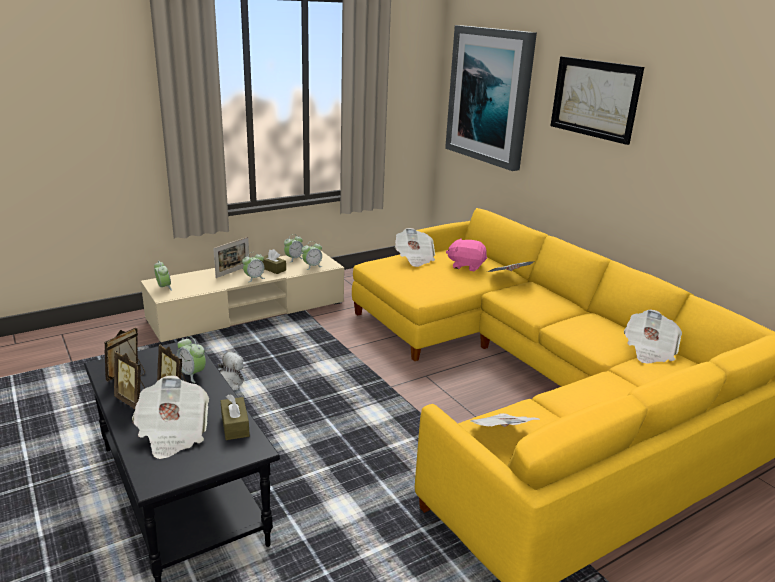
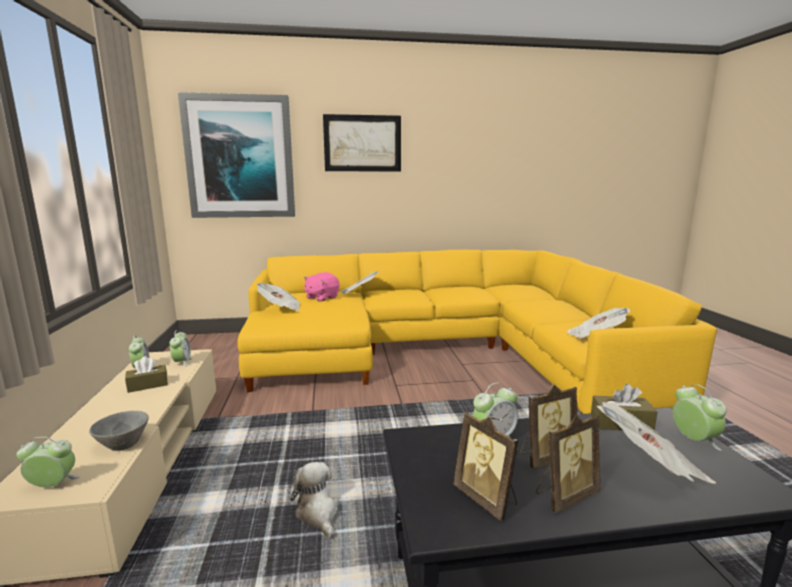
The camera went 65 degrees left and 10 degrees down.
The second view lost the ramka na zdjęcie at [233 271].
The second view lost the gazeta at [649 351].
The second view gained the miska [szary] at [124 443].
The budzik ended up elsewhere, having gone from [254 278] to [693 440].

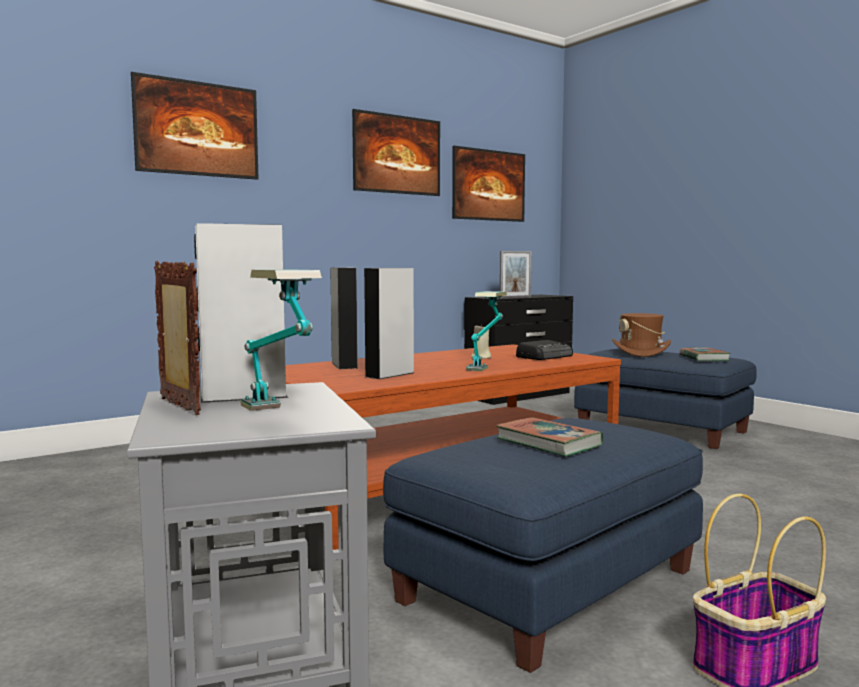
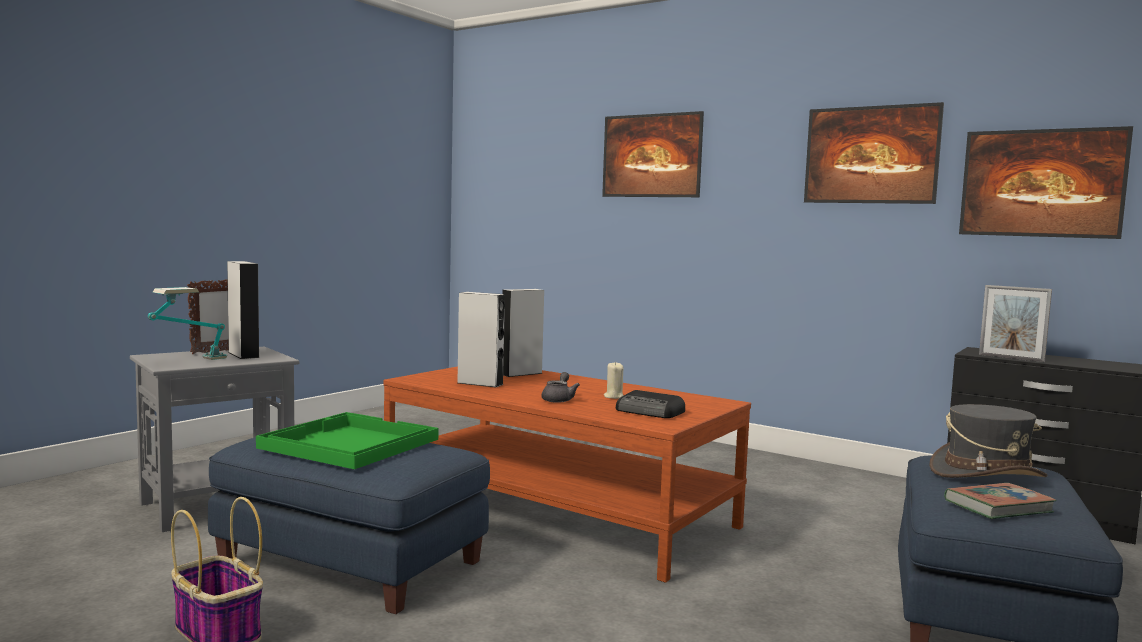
The camera went 70 degrees right and 0 degrees up.
Where the lampa stołowa stood at [486 365], the imbryk [szary] came to stand at [559 399].
Where the książka stood at [548 443], the taca [zielony] came to stand at [348 444].
What was the kapelusz [brązowy] at [640 352] turned into the kapelusz [szary] at [986 474].

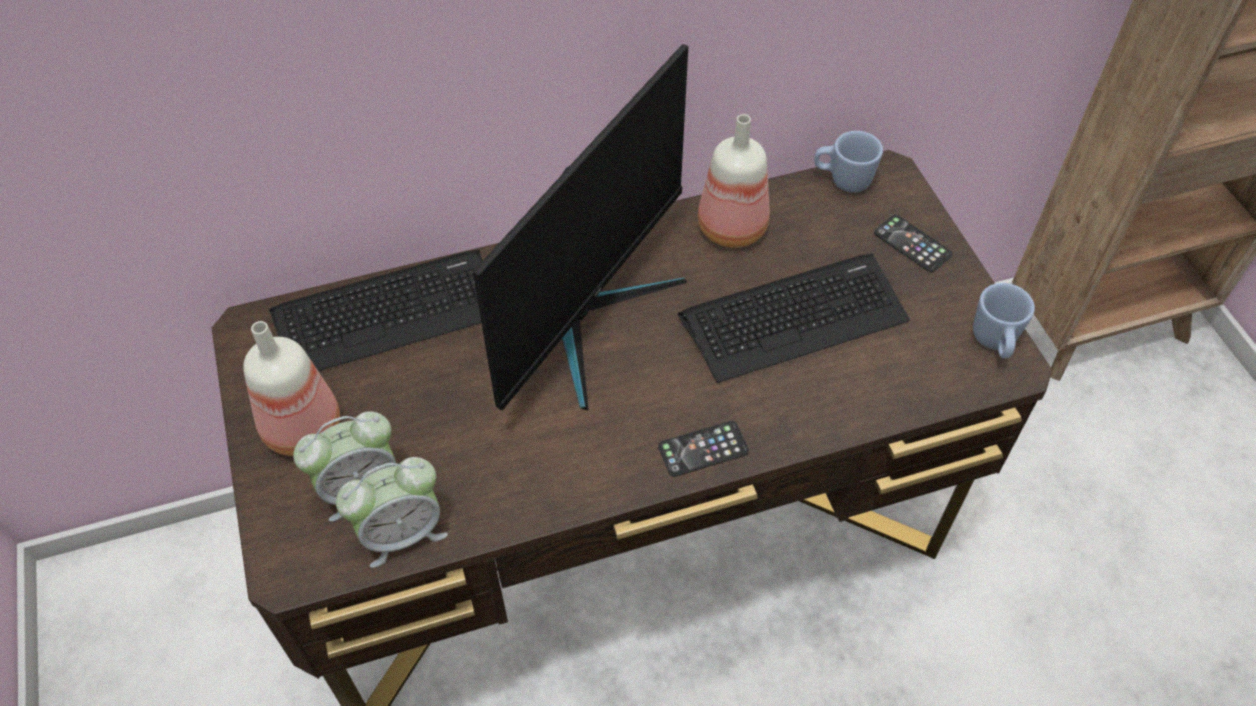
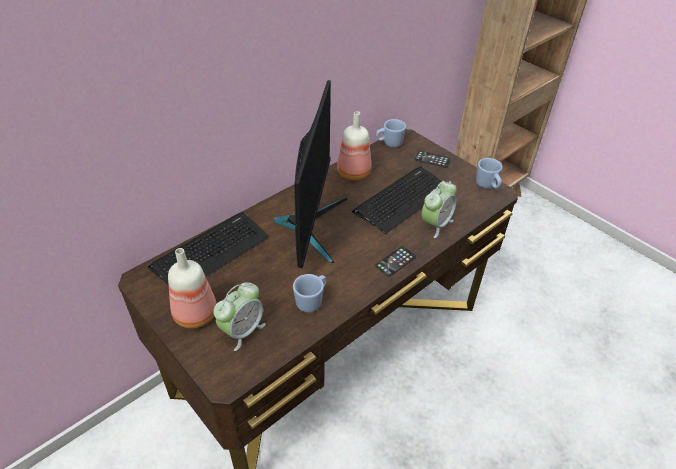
The camera went 25 degrees left and 10 degrees down.
The second view gained the kubek [niebieski] at [312 301].
The budzik ended up elsewhere, having gone from [402 533] to [436 224].

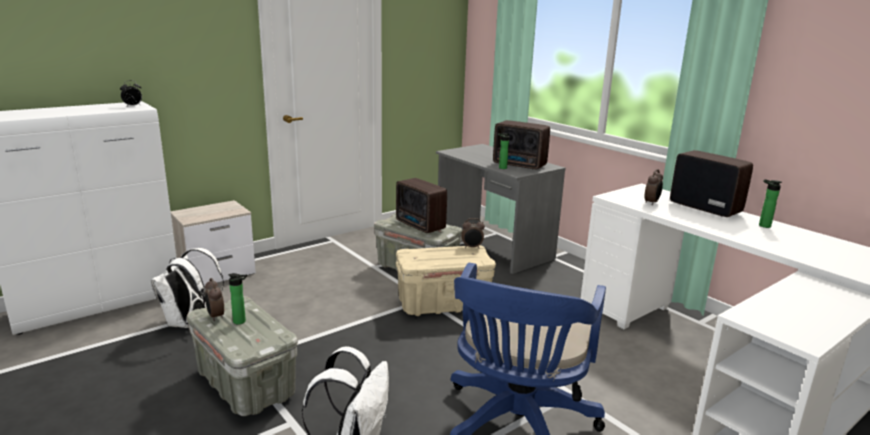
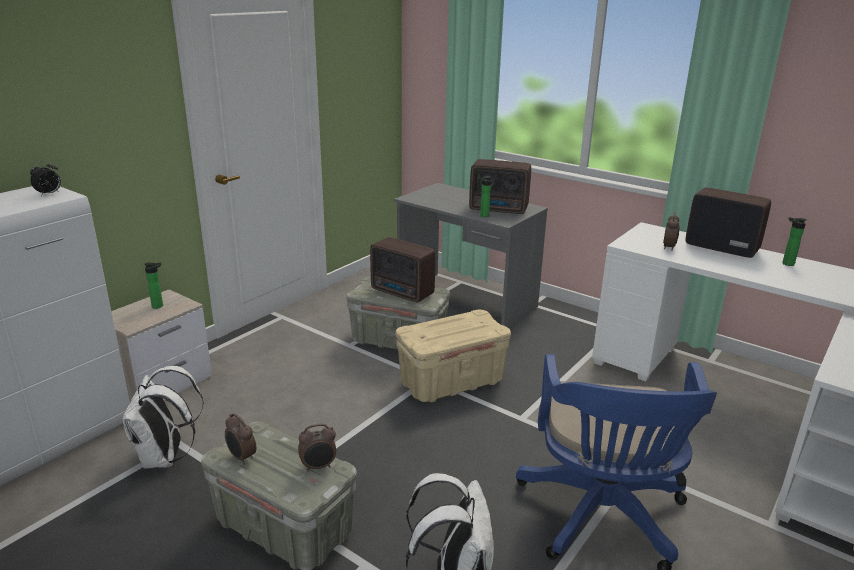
The camera went 15 degrees left and 5 degrees up.
The butelka ended up elsewhere, having gone from [241 321] to [159 306].
The budzik ended up elsewhere, having gone from [472 247] to [318 467].

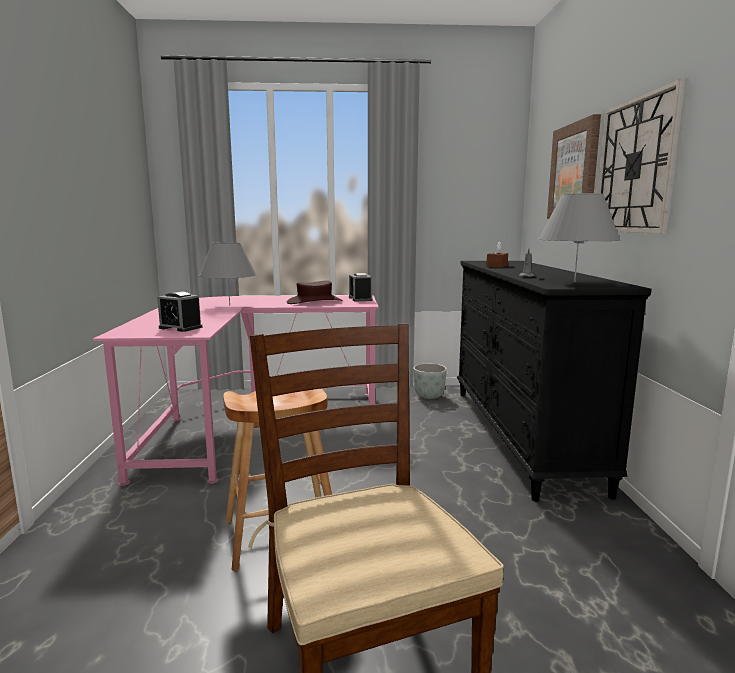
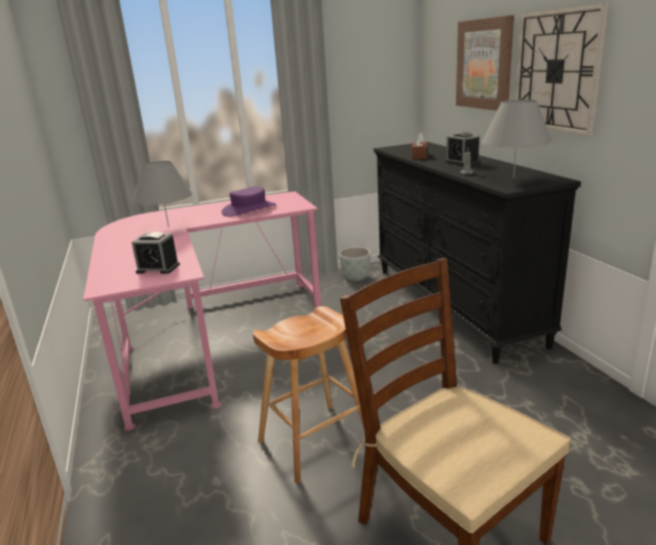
The camera went 15 degrees left and 10 degrees up.
The budzik ended up elsewhere, having gone from [360 299] to [462 162].
What was the kapelusz [brązowy] at [314 302] turned into the kapelusz [fioletowy] at [249 209].

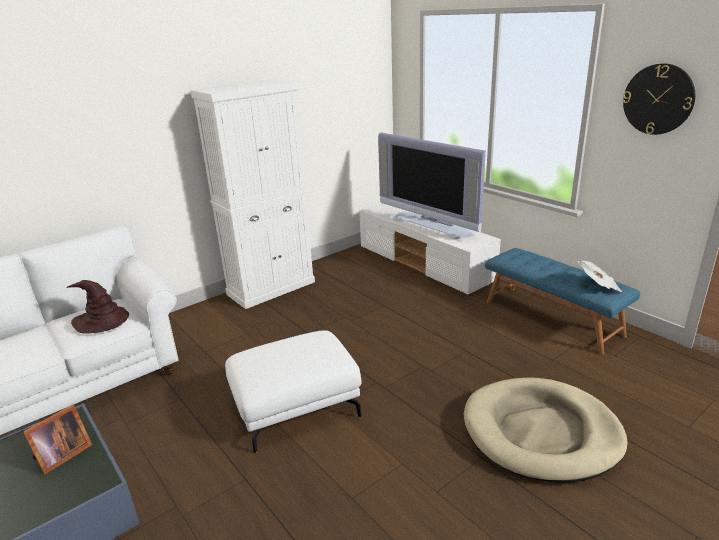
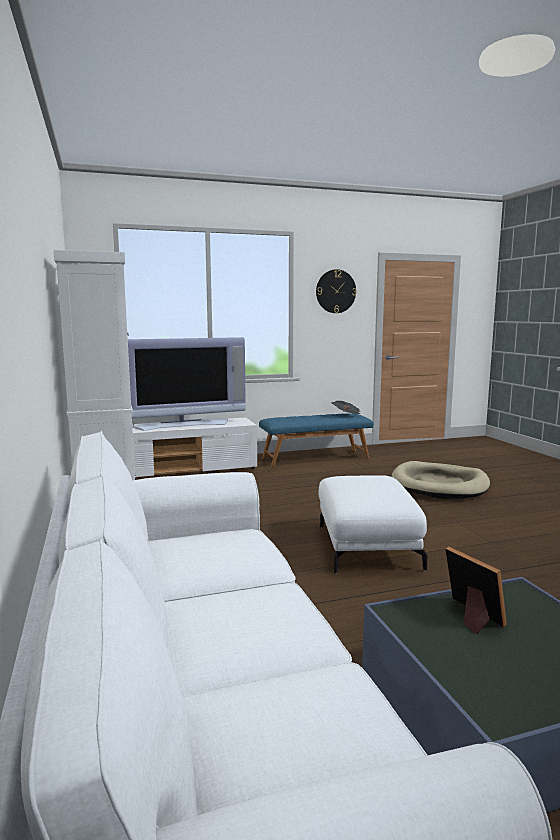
The camera went 70 degrees left and 15 degrees down.
The second view lost the kapelusz [brązowy] at [102 321].

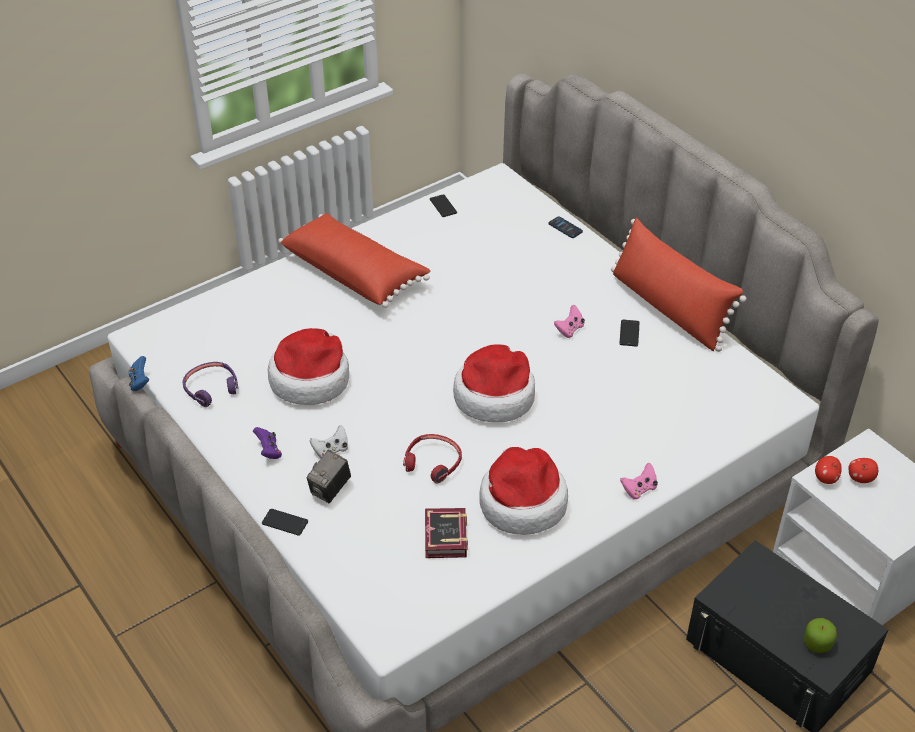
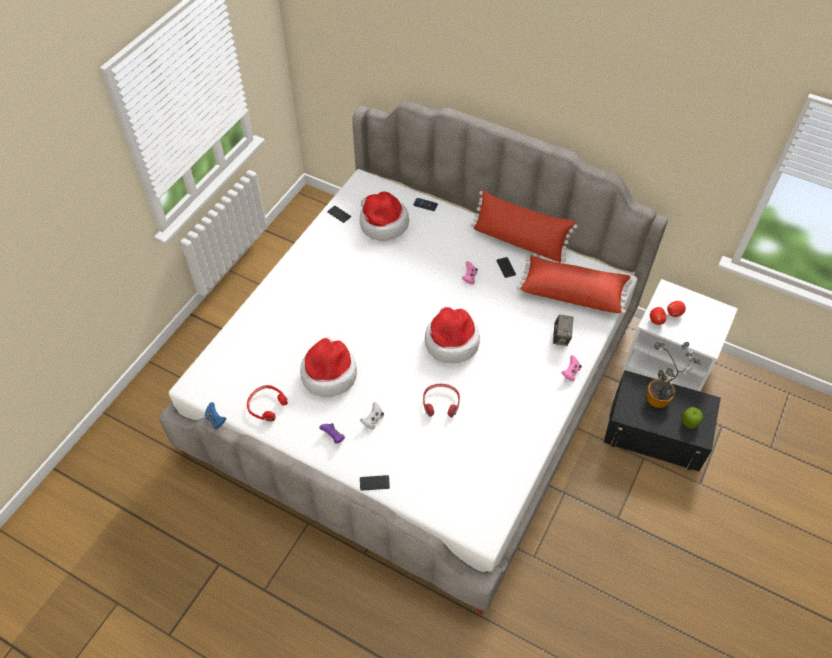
The camera went 25 degrees left and 10 degrees up.
The second view lost the książka at [444 539].
The second view gained the roślina doniczkowa at [657 401].
The poduszka [czerwony] ended up elsewhere, having gone from [355 272] to [572 292].
The aparat fotograficzny ended up elsewhere, having gone from [330 490] to [561 337].
The kapelusz ended up elsewhere, having gone from [521 502] to [383 223].
What was the słuchawki [fioletowy] at [211 388] turned into the słuchawki [czerwony] at [267 405].

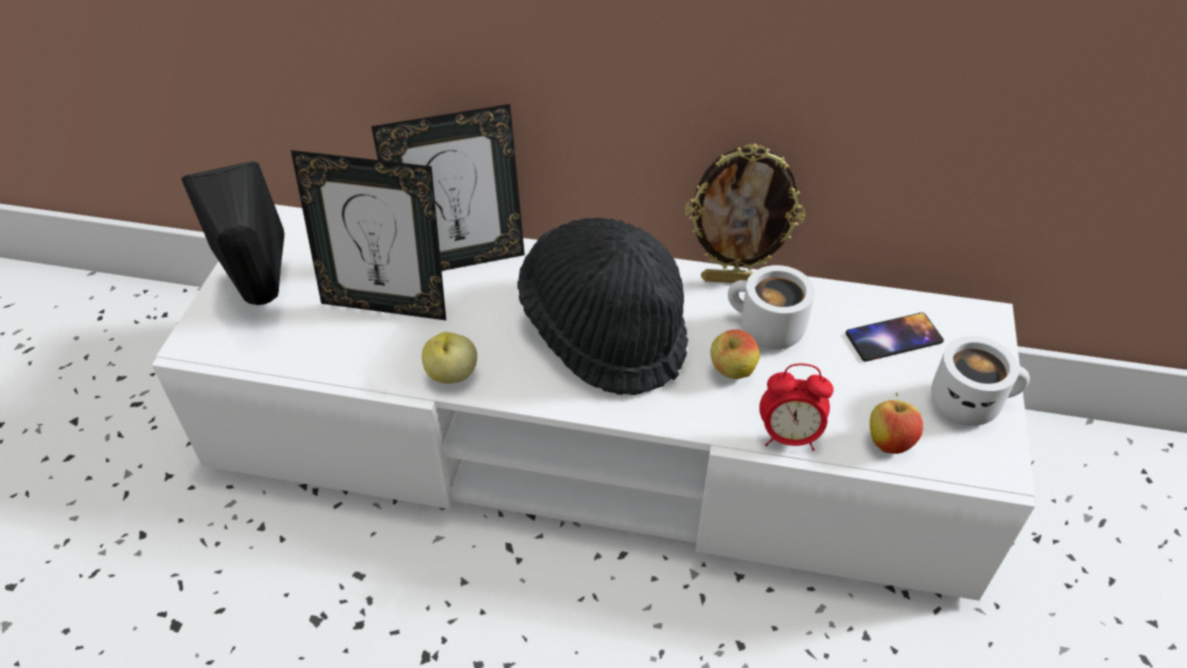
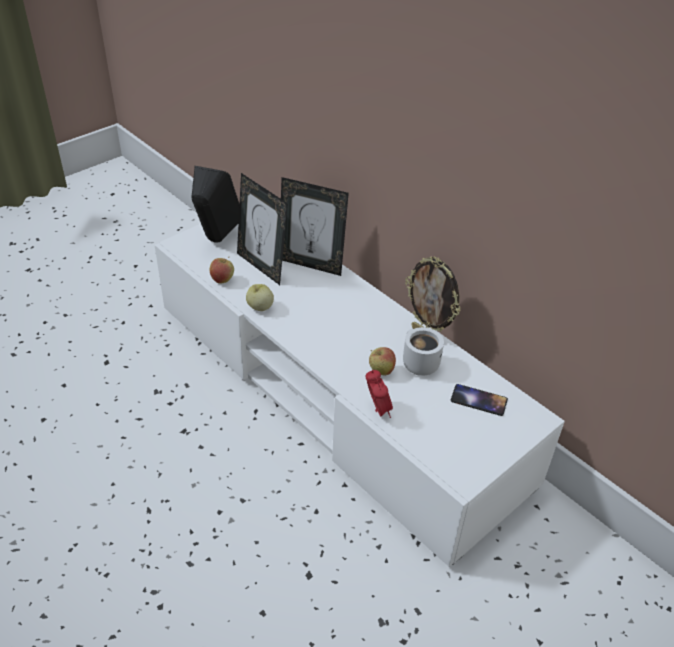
The camera went 35 degrees right and 5 degrees down.
The second view lost the kapelusz [czarny] at [605 331].
The second view lost the kubek [biały] at [969 401].
The jabłko ended up elsewhere, having gone from [889 442] to [222 280].
The budzik at [789 436] ended up facing another way, 150 degrees counterclockwise from before.

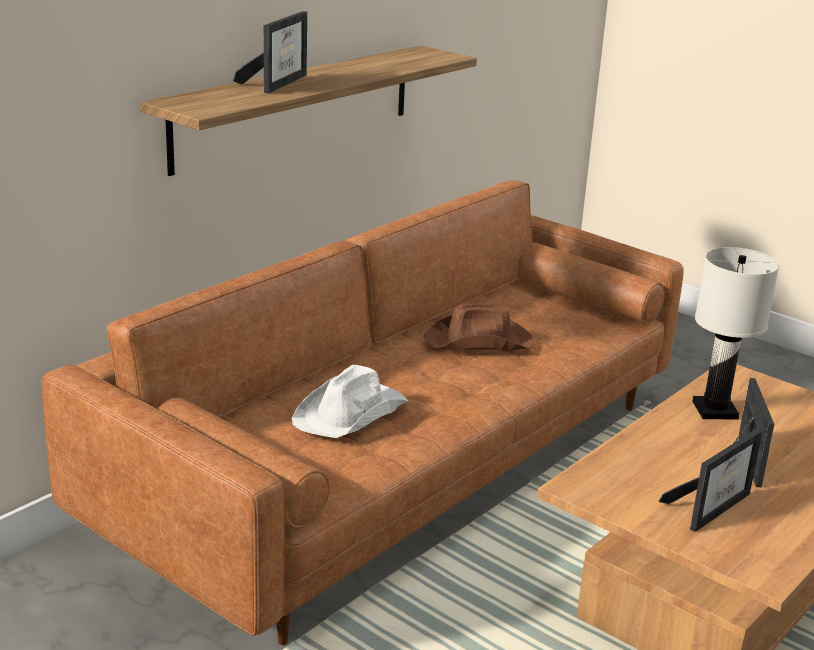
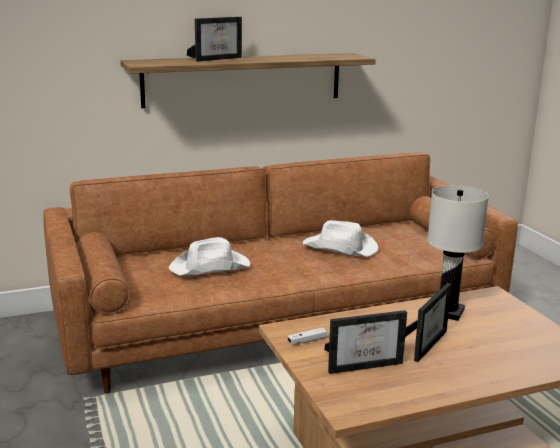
The camera went 30 degrees right and 5 degrees down.
The second view gained the pad do gier [biały] at [307 341].
What was the kapelusz [brązowy] at [479 342] turned into the kapelusz [biały] at [341 248].

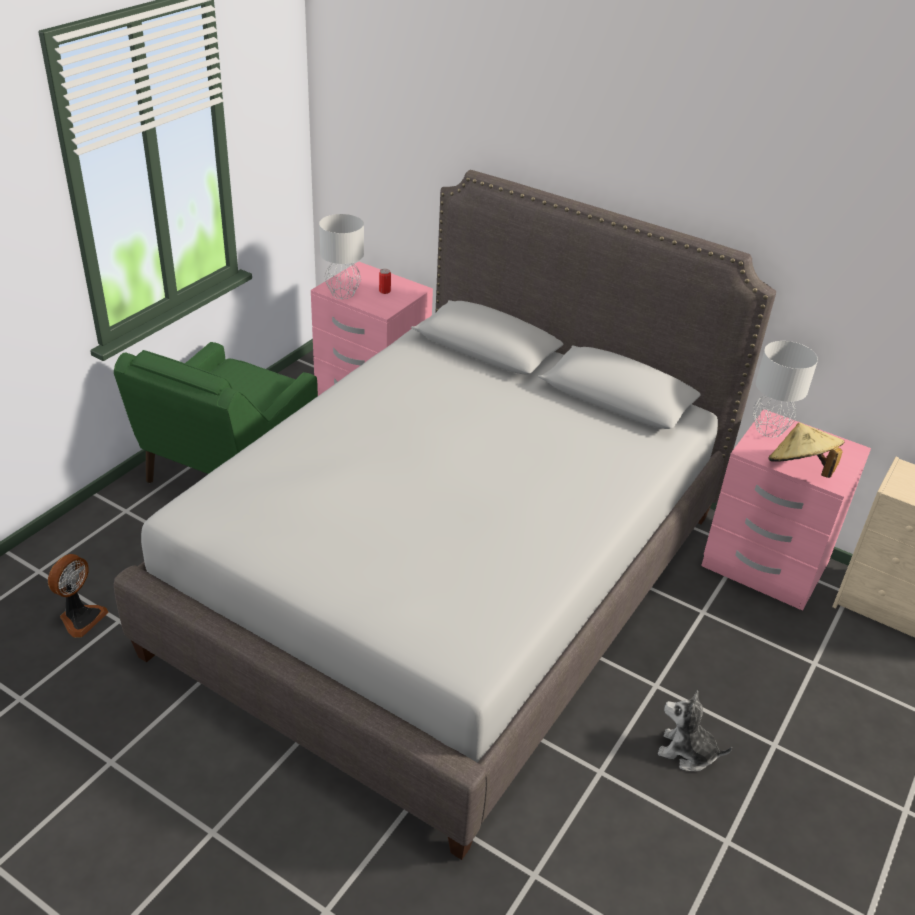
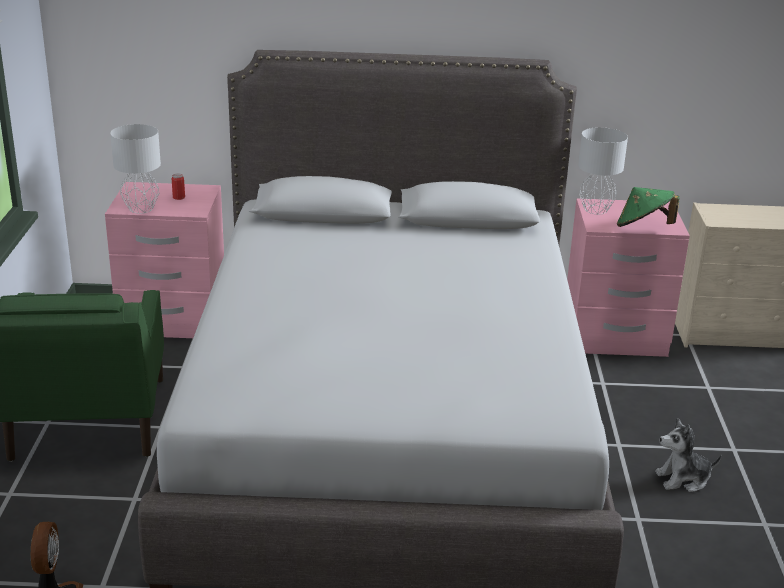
The camera went 30 degrees left and 10 degrees down.
What was the kapelusz [beżowy] at [800 468] turned into the kapelusz [zielony] at [643 227].

